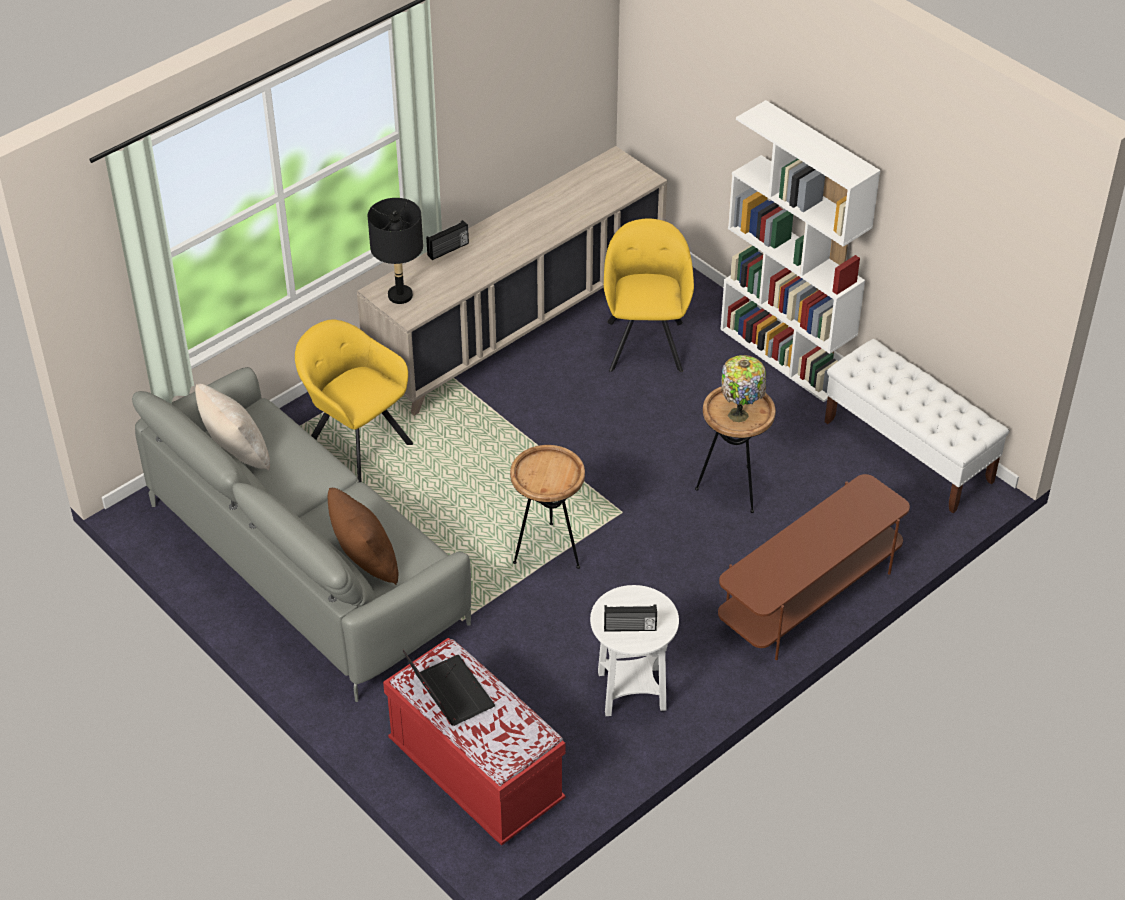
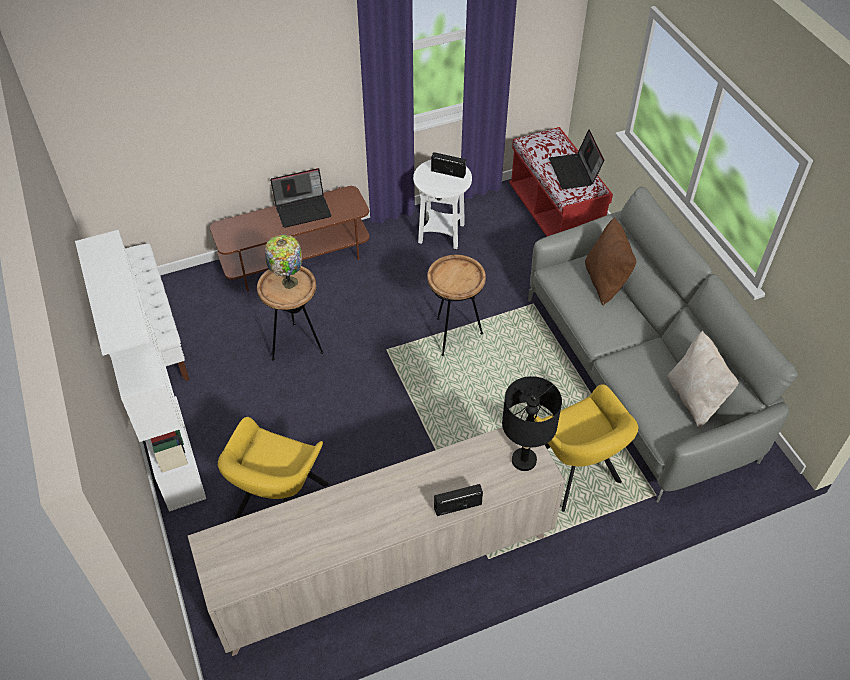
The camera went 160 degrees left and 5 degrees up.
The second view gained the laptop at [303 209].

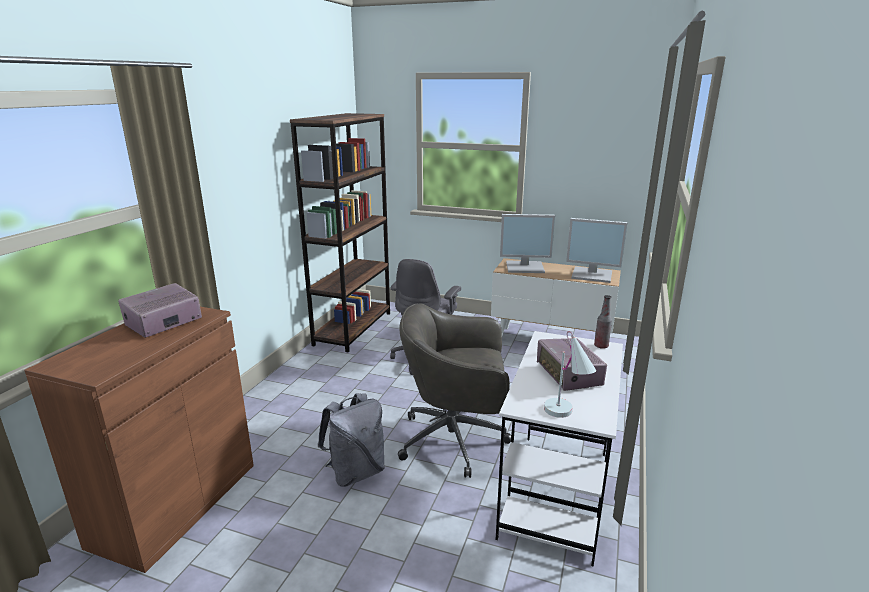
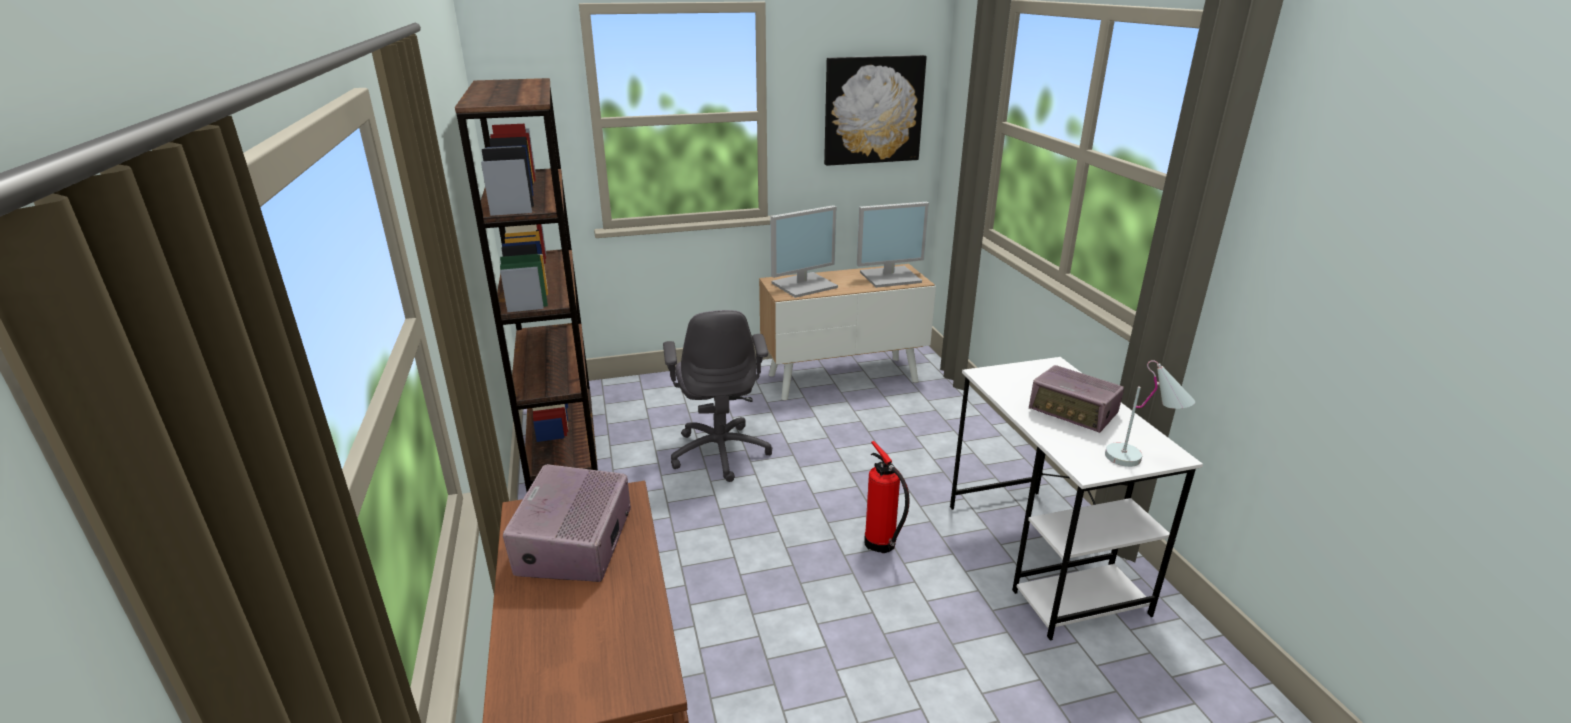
The camera went 35 degrees left and 5 degrees up.
The second view lost the plecak [szary] at [356 472].
The second view lost the butelka at [601 346].
The second view gained the obraz at [873 110].
Where the krzesło biurowe [szary] stood at [456 440], the gaśnica came to stand at [881 545].

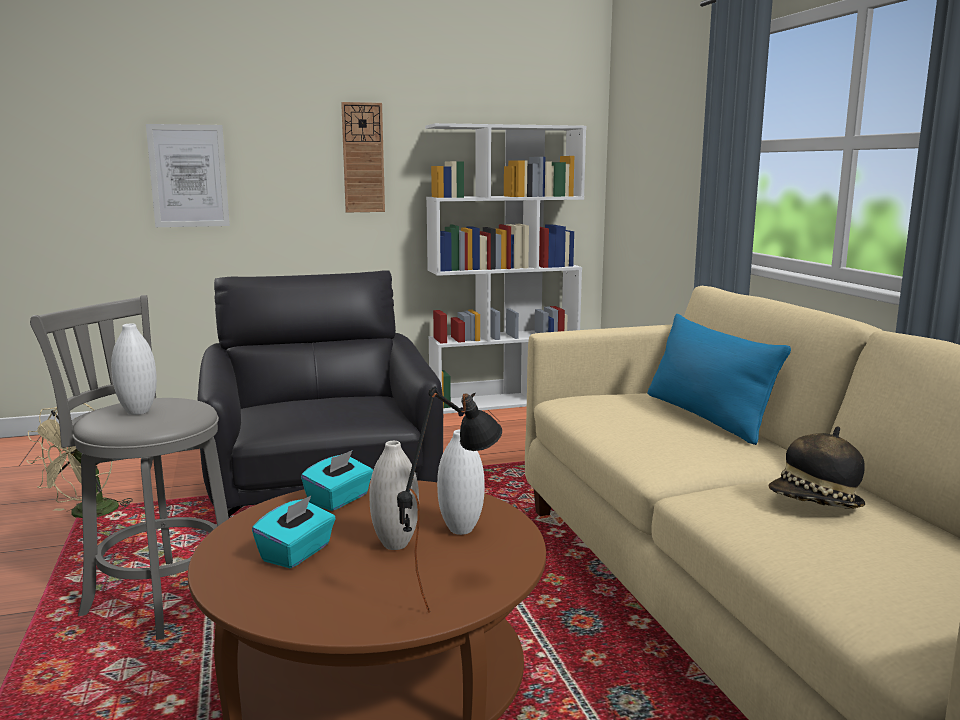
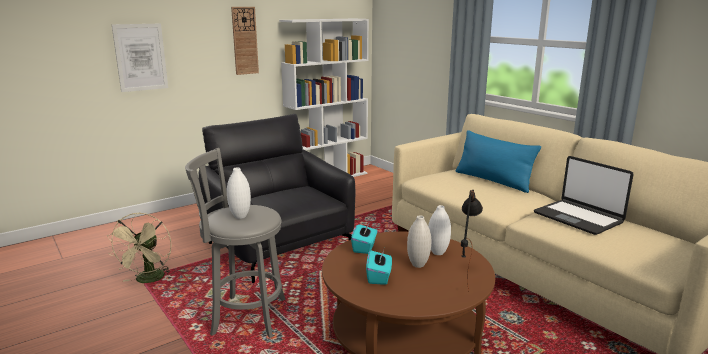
The camera went 20 degrees left and 5 degrees up.
Where the kapelusz stood at [815 504], the laptop came to stand at [578 217].

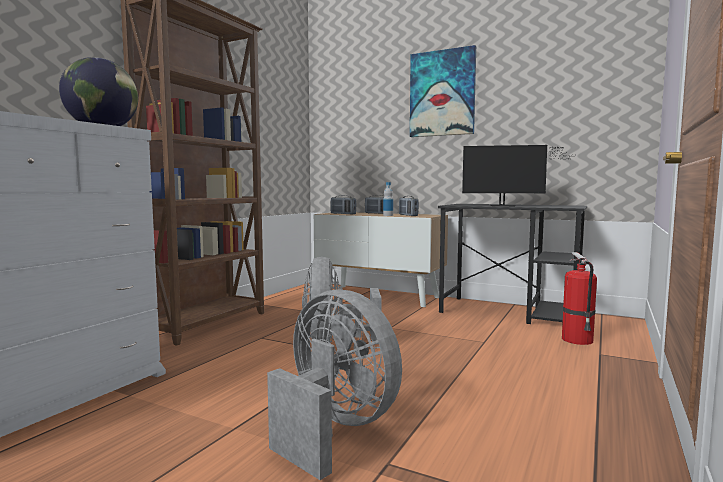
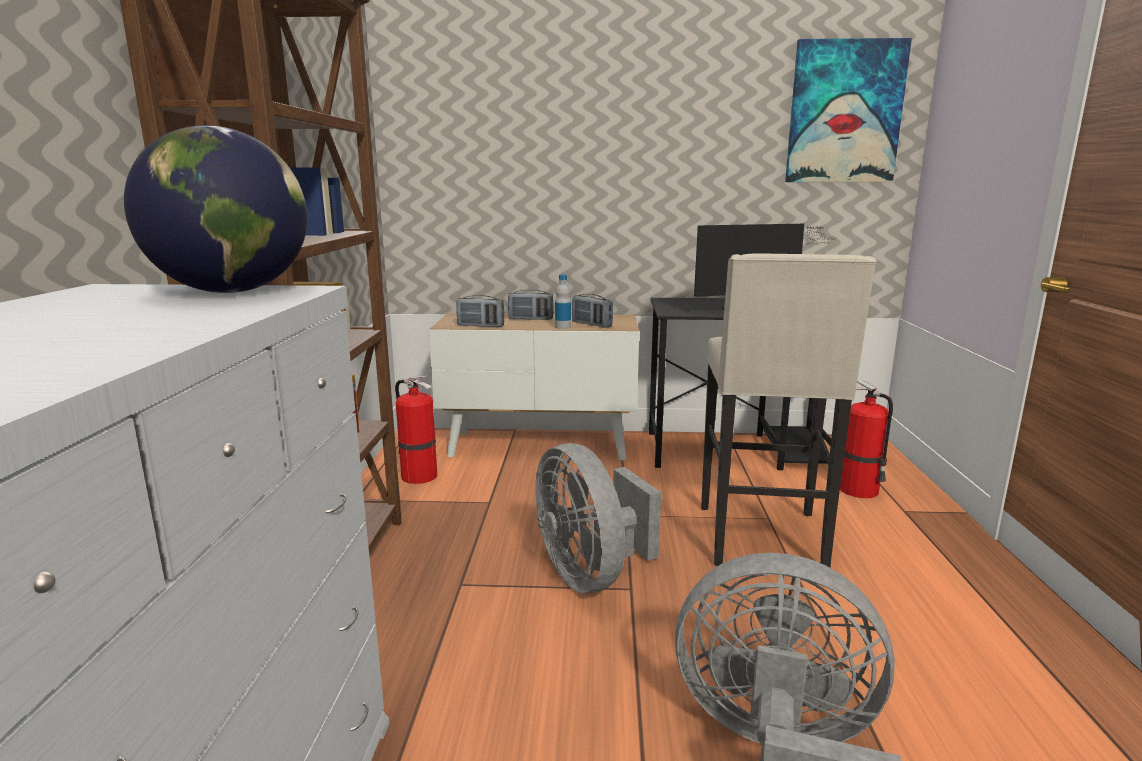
The camera went 25 degrees left and 10 degrees up.
The second view gained the gaśnica at [417 475].
The second view gained the stołek [beżowy] at [763 540].
The obraz ended up elsewhere, having gone from [442 93] to [844 113].

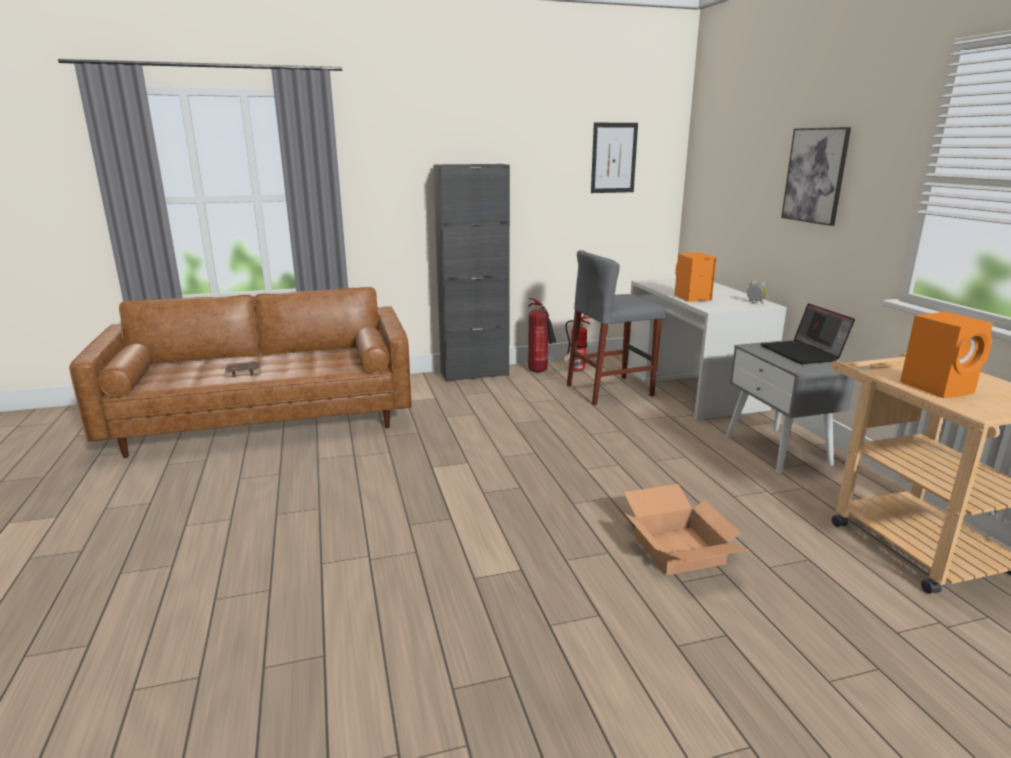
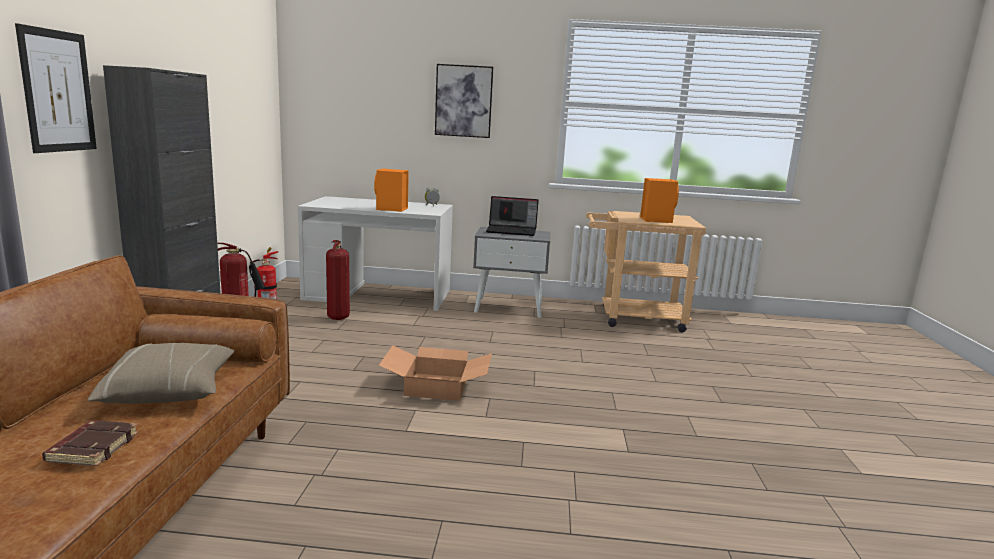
The camera went 70 degrees left and 5 degrees down.
The second view gained the poduszka [beżowy] at [170 391].
The obraz ended up elsewhere, having gone from [613 158] to [58 91].
The karton ended up elsewhere, having gone from [680 550] to [437 386].
Where the stołek [szary] stood at [610 390], the gaśnica came to stand at [338 317].

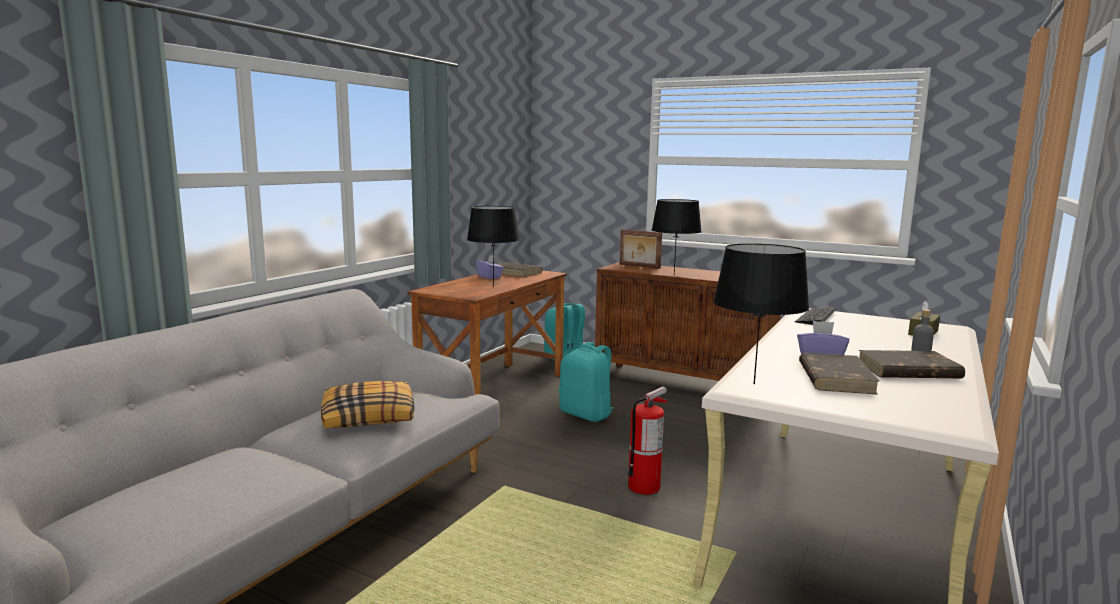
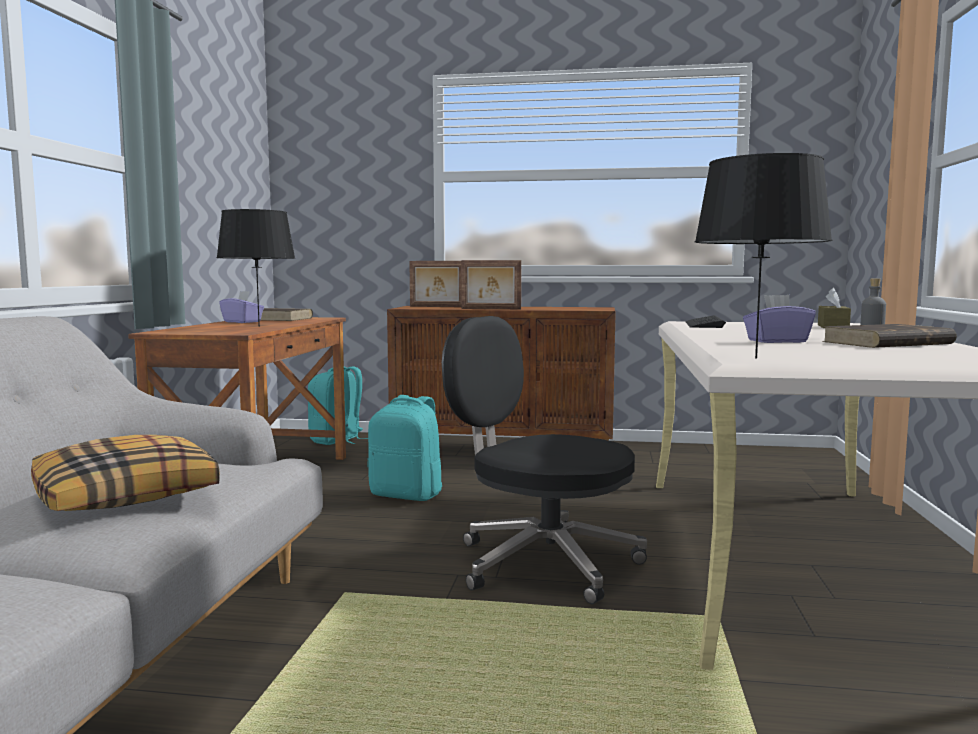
The camera went 20 degrees left and 5 degrees down.
The second view lost the książka [brązowy] at [835 378].
Where the gaśnica stood at [644 487], the krzesło biurowe [czarny] came to stand at [542 563].
Where the lampa stołowa [czarny] stood at [674 275], the ramka na zdjęcie came to stand at [490 309].

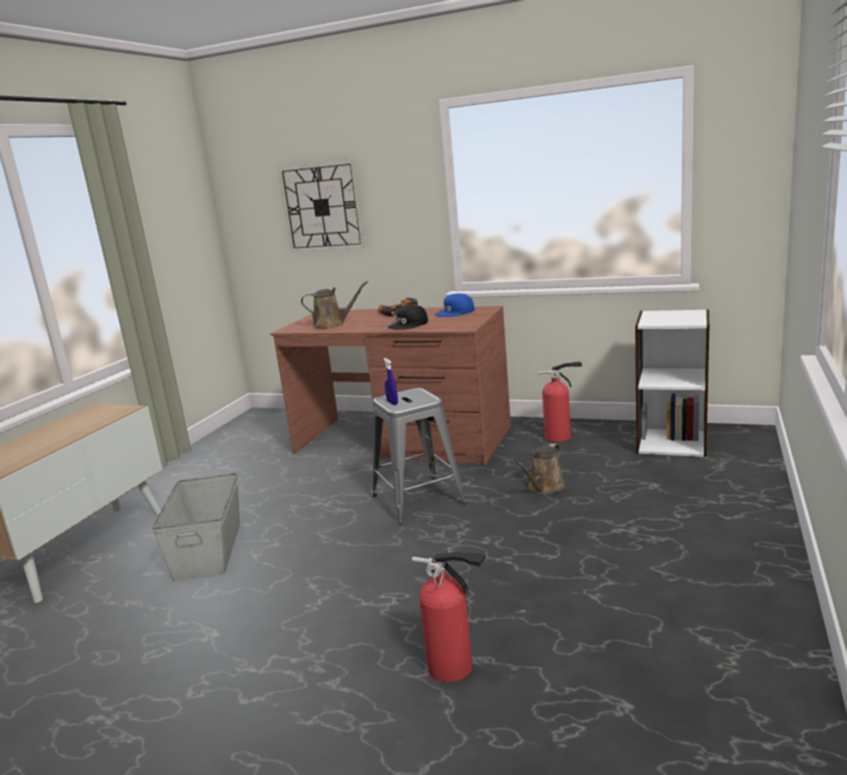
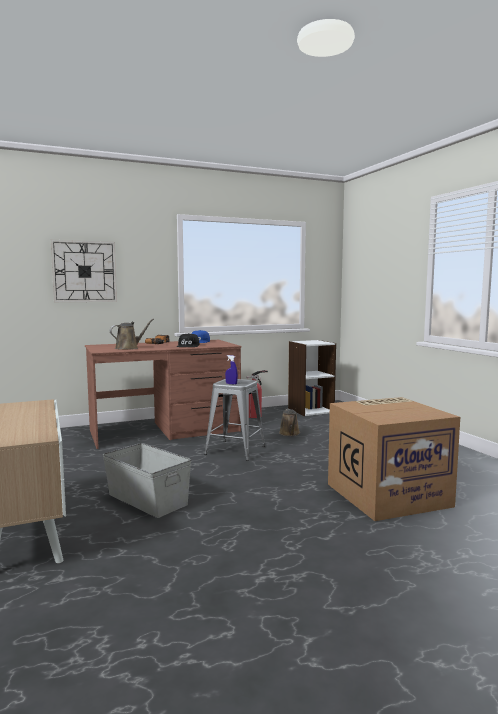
The camera went 45 degrees left and 10 degrees down.
Where the gaśnica stood at [454 668], the karton came to stand at [388 494].

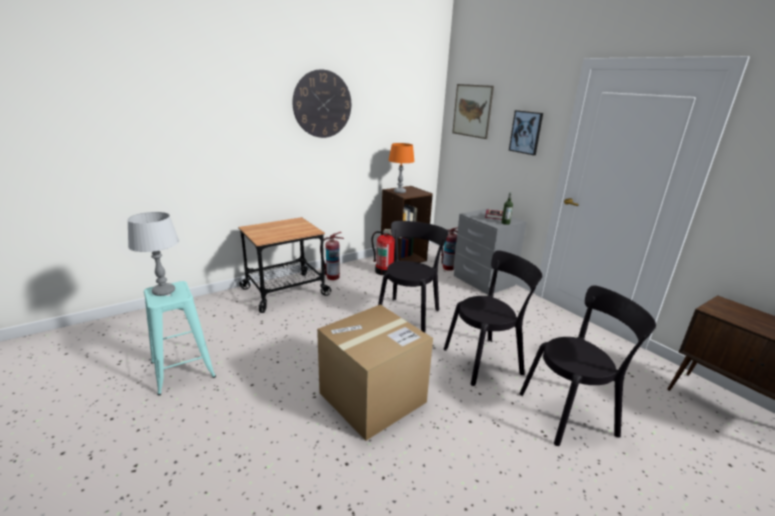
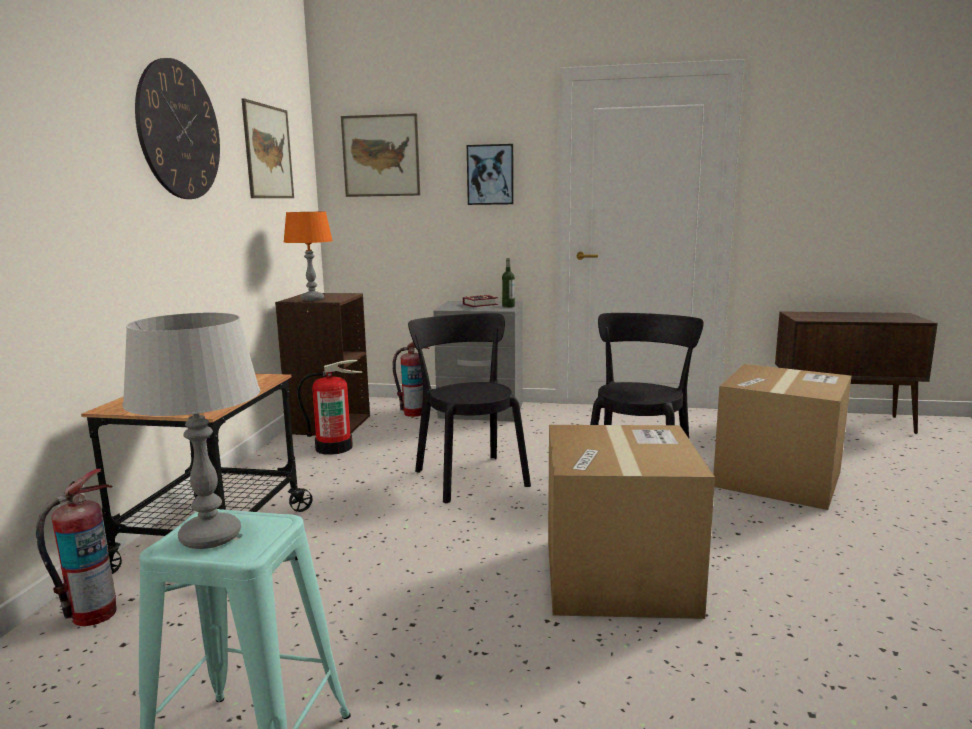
The camera went 45 degrees left and 10 degrees down.
The second view gained the obraz at [268 152].
The gaśnica ended up elsewhere, having gone from [332 277] to [93 614].
Where the krzesło [czarny] stood at [571 413], the karton came to stand at [777 479].

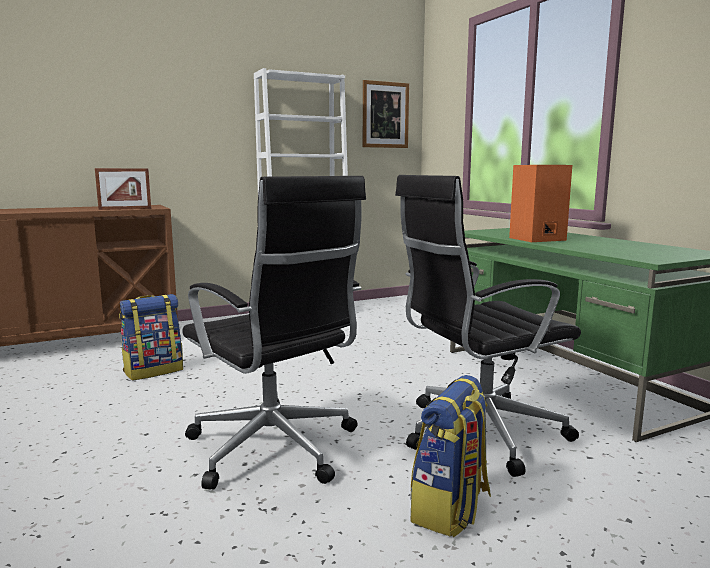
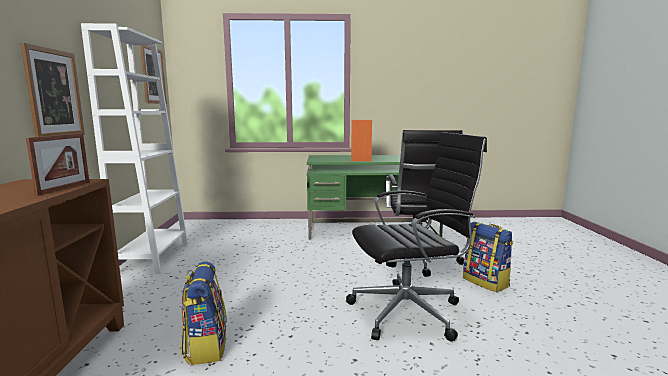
The camera went 65 degrees left and 0 degrees up.
The second view gained the obraz at [54 93].

